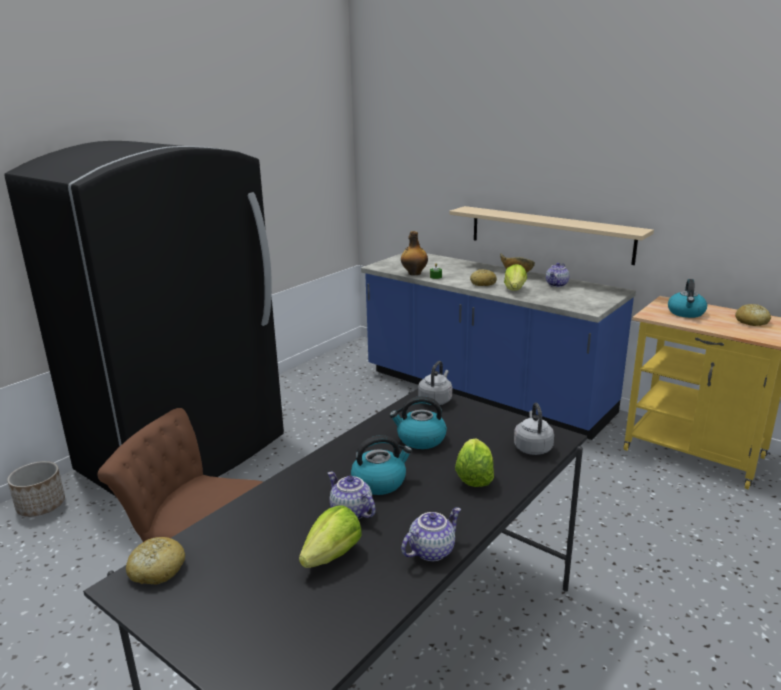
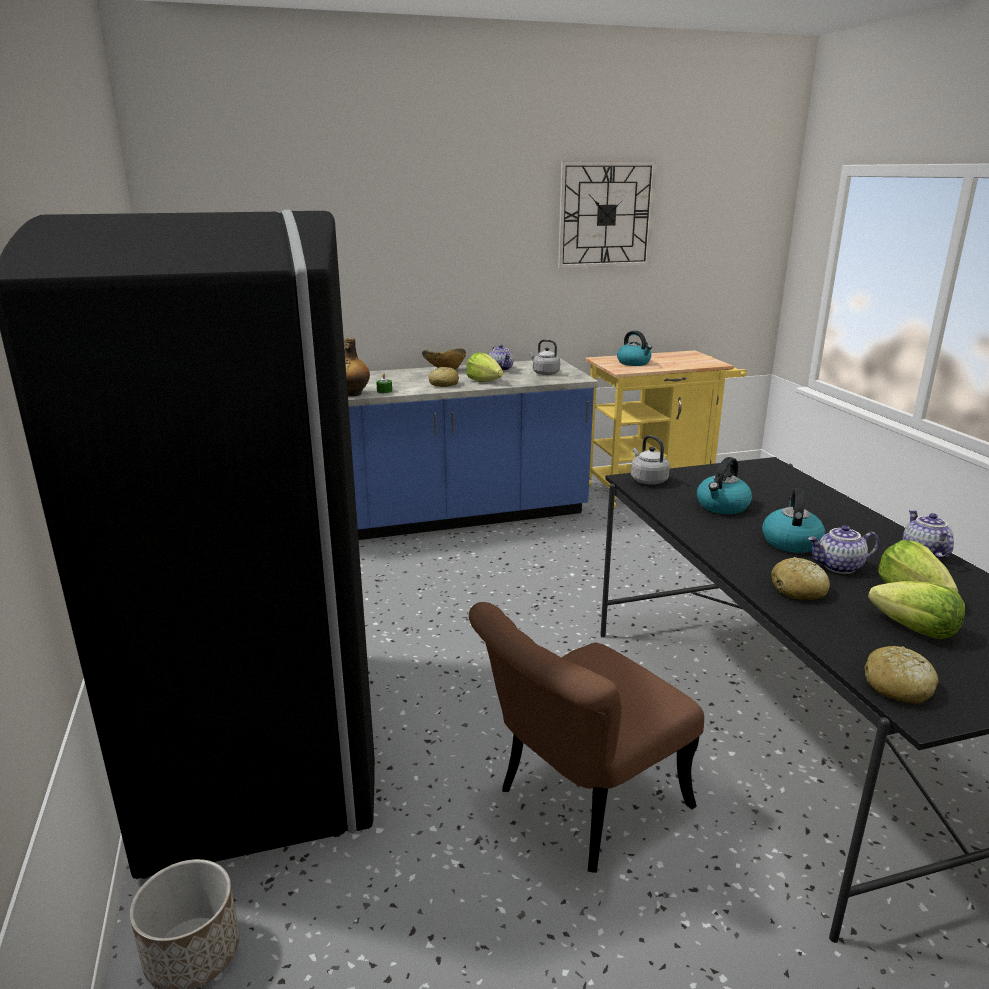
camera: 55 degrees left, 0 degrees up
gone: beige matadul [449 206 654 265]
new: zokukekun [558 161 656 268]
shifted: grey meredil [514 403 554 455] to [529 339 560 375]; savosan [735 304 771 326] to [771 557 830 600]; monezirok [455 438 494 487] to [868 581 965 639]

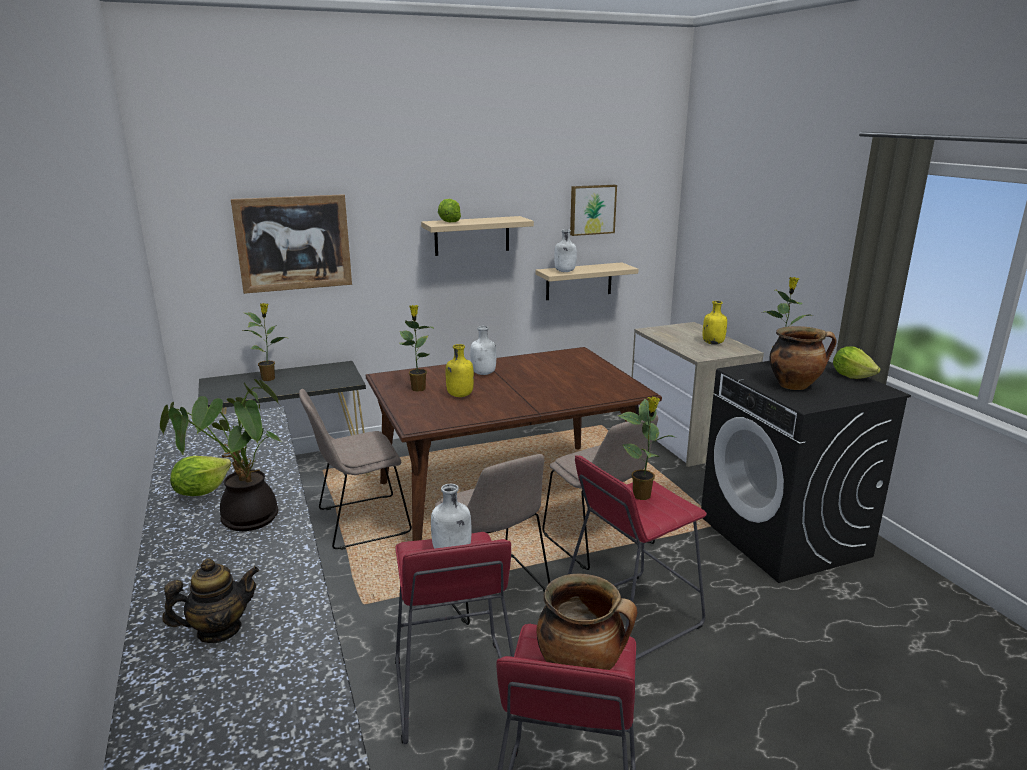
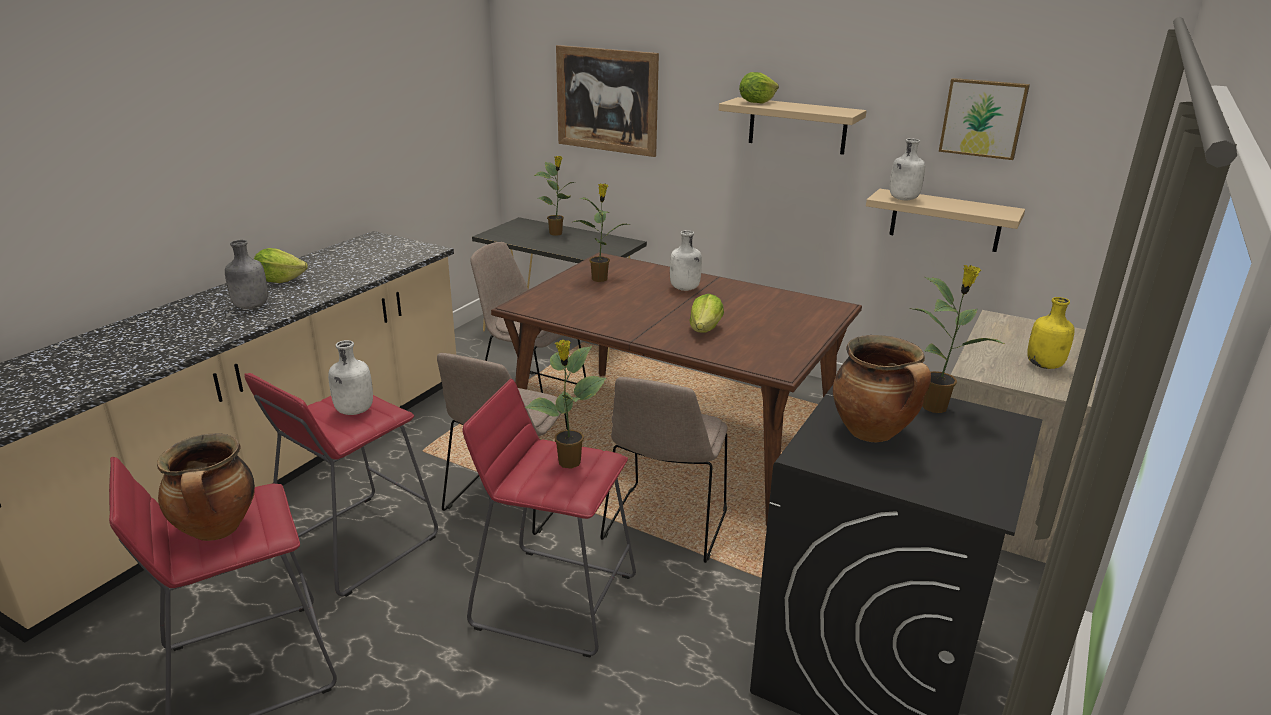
camera: 50 degrees right, 5 degrees up
gone: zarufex [162 558 259 643]; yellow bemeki [446 344 474 397]
shifted: monezirok [833 346 881 379] to [689 294 724 333]
swapped: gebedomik [160 379 281 531] to grey bemeki [225 240 268 309]

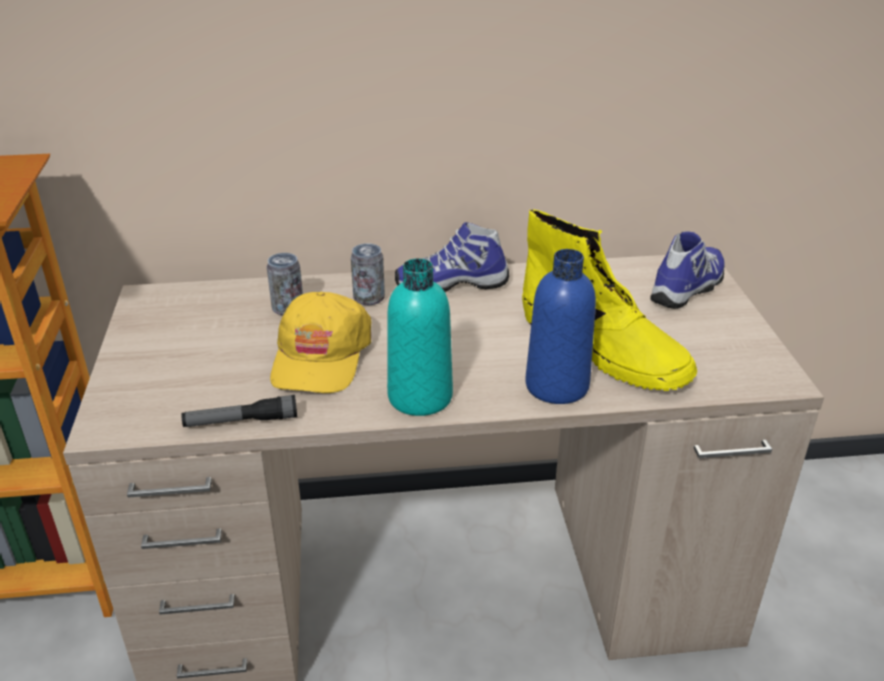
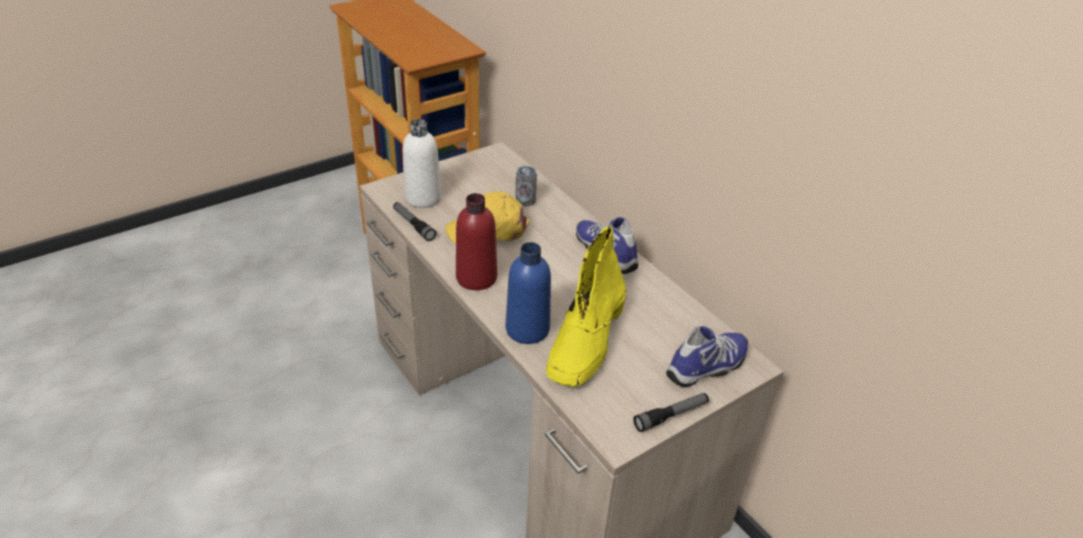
camera: 60 degrees right, 5 degrees up
gone: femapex [351 243 385 305]
new: white bemeki [403 119 441 208]; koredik [633 393 709 432]
repainted: turquoise bemeki [387 258 453 416] to red bemeki [456 193 497 290]
rotated: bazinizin [650 231 725 309] = [666 326 748 387] 45 degrees counterclockwise

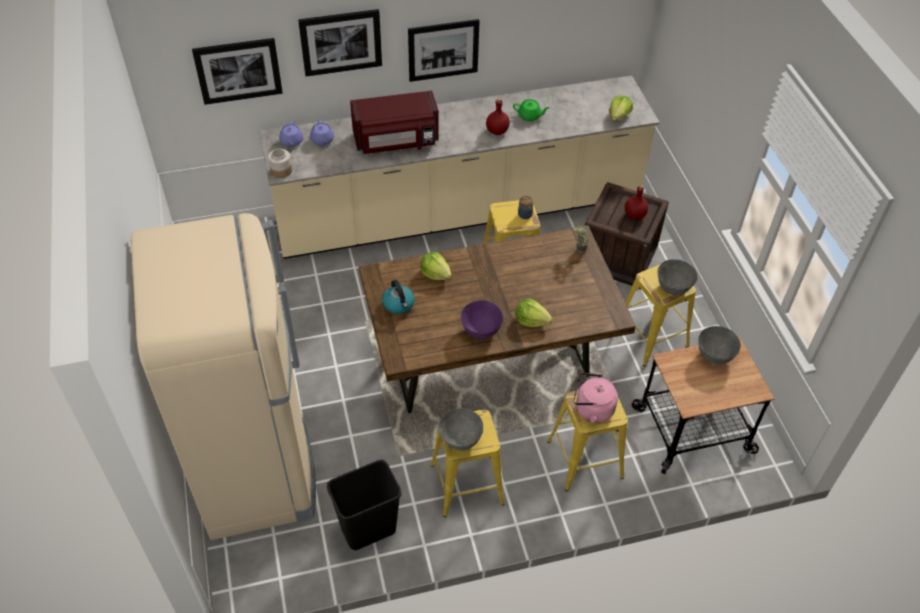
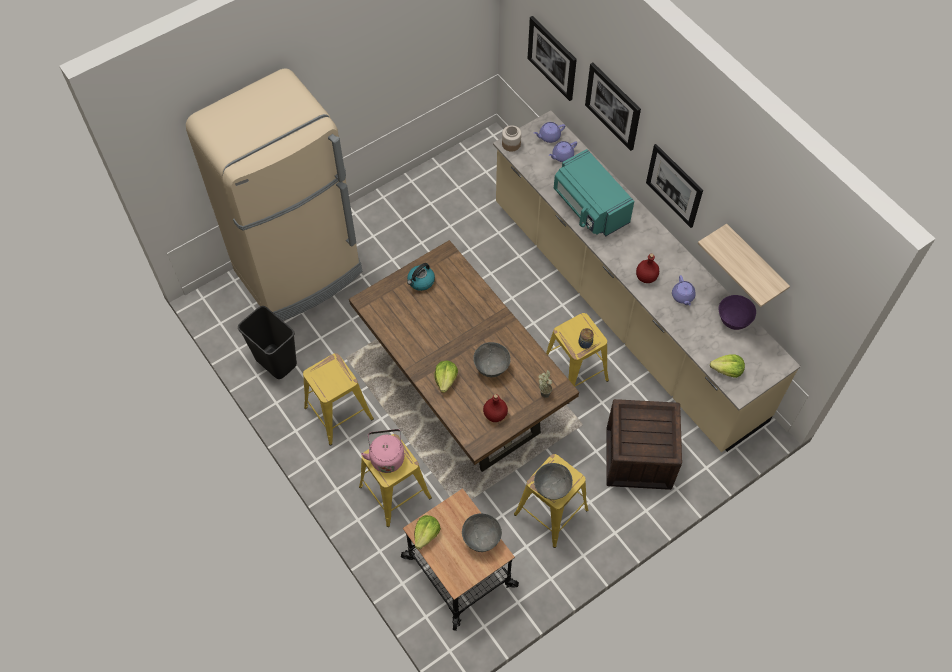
camera: 70 degrees right, 10 degrees up
new: matadul [698 224 790 307]
shifted: monezirok [420 252 452 280] to [414 515 441 550]; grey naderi [438 408 483 451] to [473 342 511 377]; red bemeki [625 185 648 220] to [483 394 508 422]; purple naderi [461 300 503 339] to [719 295 756 330]
repainted: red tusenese [350 90 439 154] to turquoise tusenese [554 149 634 236]; green zarufex [513 99 550 121] to purple zarufex [672 275 696 305]

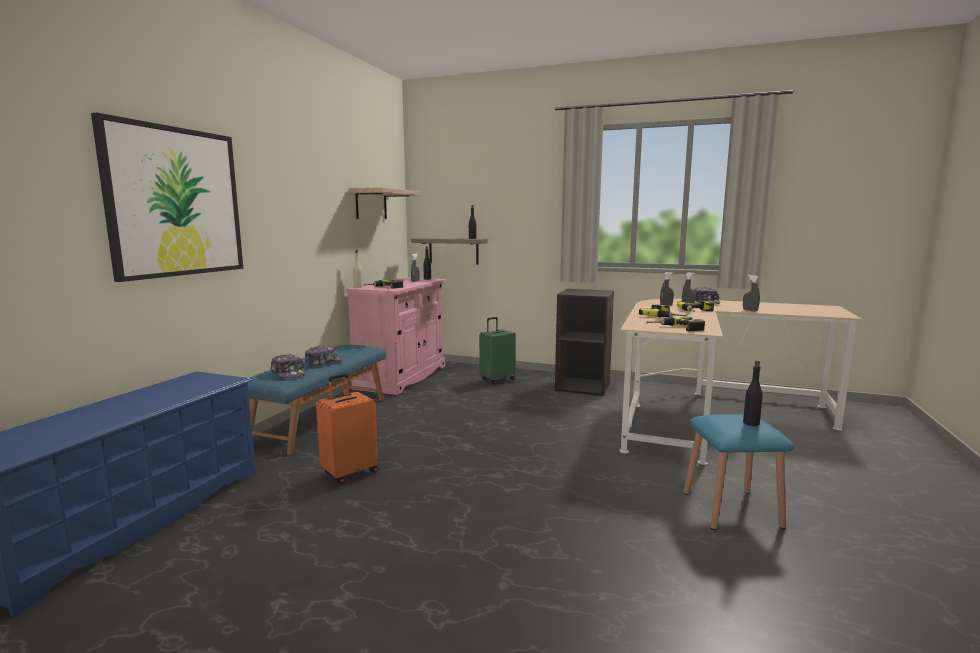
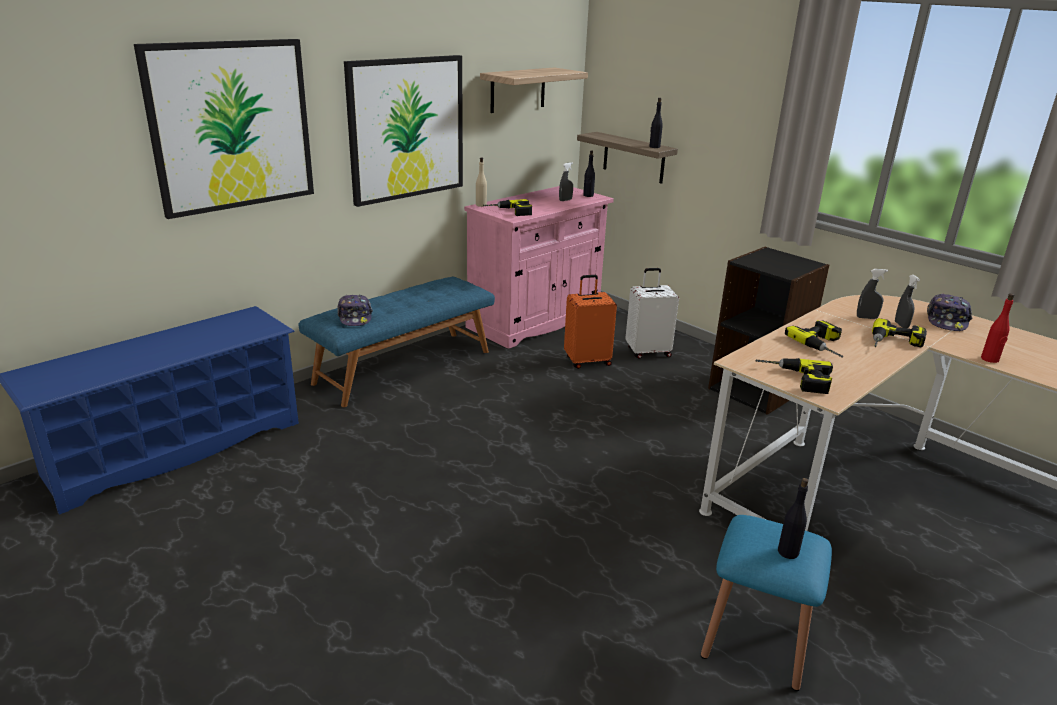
camera: 25 degrees right, 15 degrees up
gone: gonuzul [305 345 343 367]
new: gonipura [344 55 463 207]
shifted: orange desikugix [316 374 378 484] to [564 275 617 369]
swapped: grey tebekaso [743 275 760 312] to red bemeki [981 293 1014 363]
repainted: green desikugix [479 317 516 384] to white desikugix [625 268 679 359]

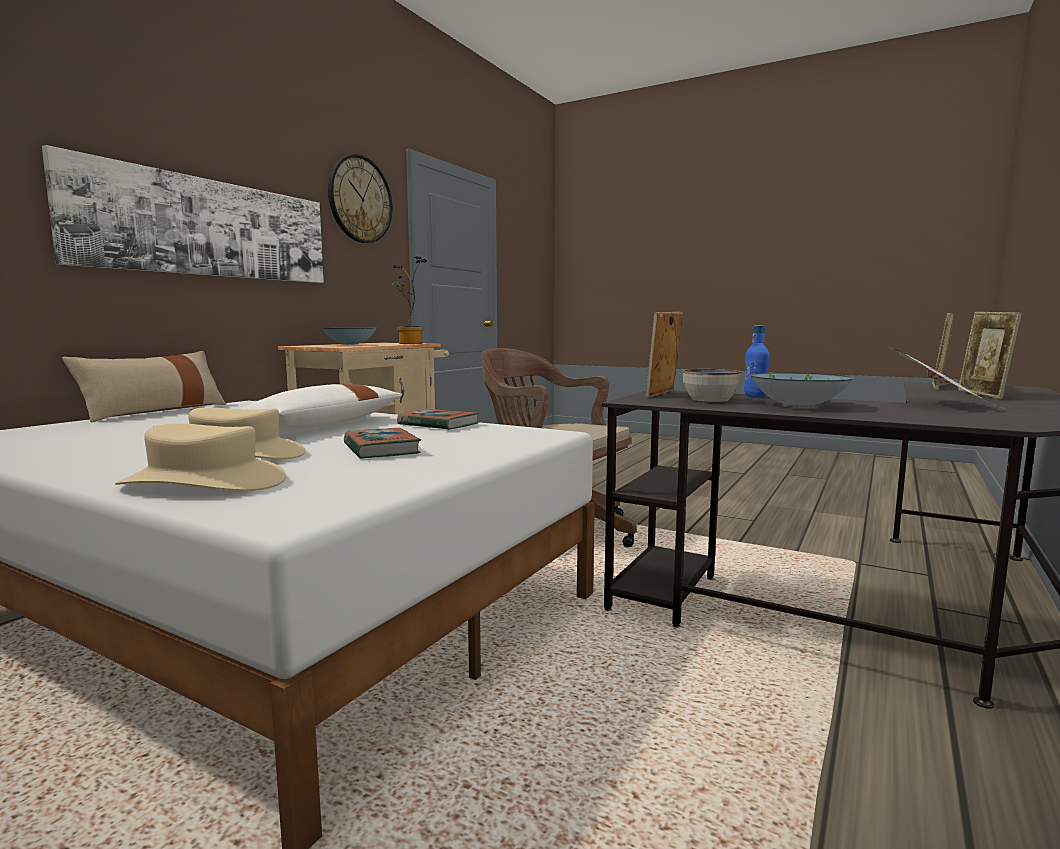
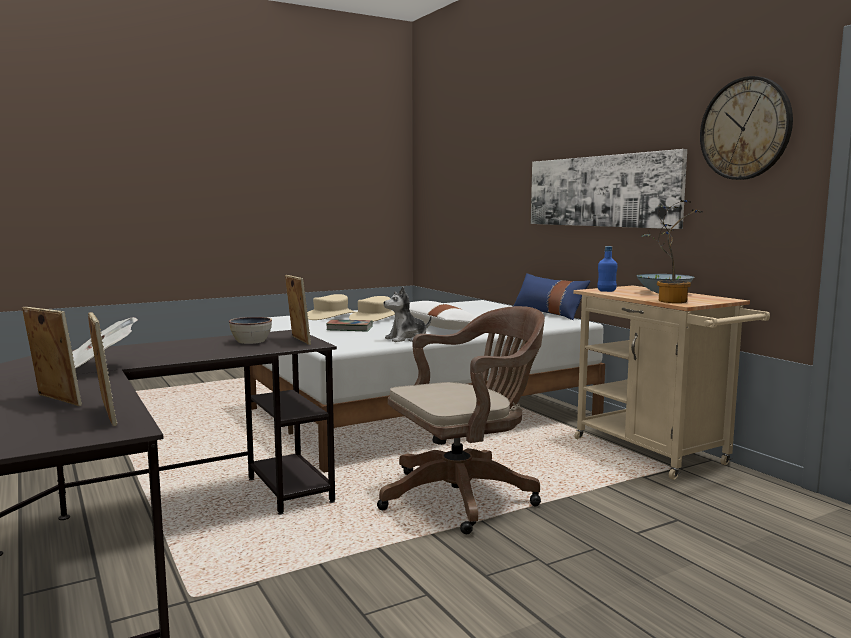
camera: 120 degrees right, 0 degrees up
gone: naderi [750 372 853 407]
shifted: blue bemeki [744 325 770 398] to [597 246 617 292]
swapped: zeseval [397 409 479 430] to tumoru [384 287 432 342]
repainted: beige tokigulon [62 351 226 422] to blue tokigulon [513 273 590 320]

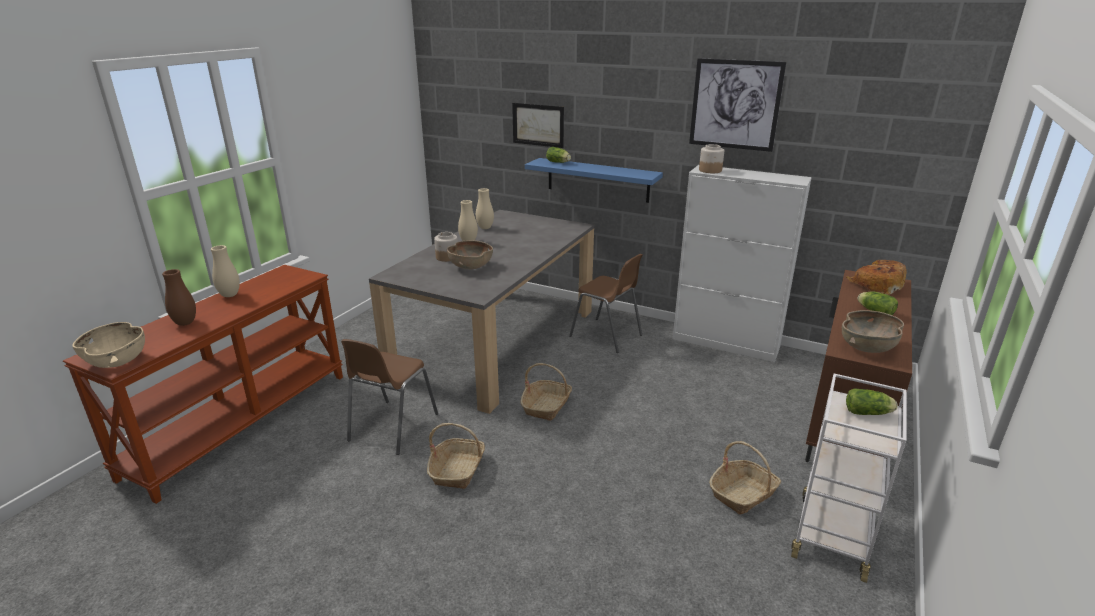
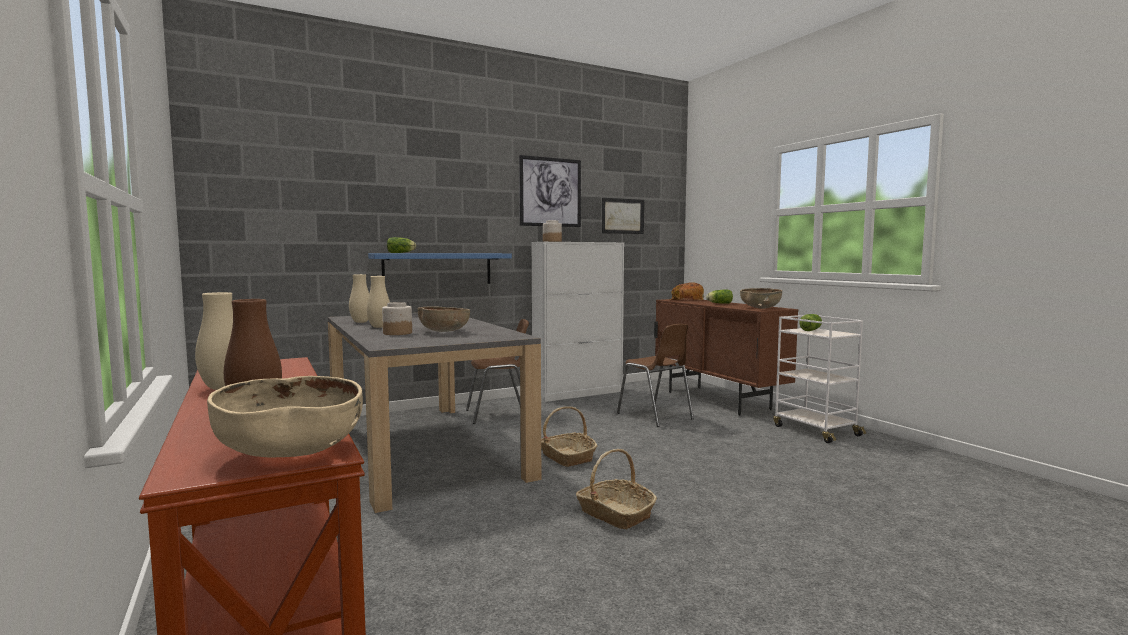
camera: 55 degrees left, 20 degrees down
gone: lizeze [709 441 781 515]
shifted: gonipura [512 103 564 148] to [602 198 644 234]; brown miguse [341 339 438 455] to [617 324 694 427]

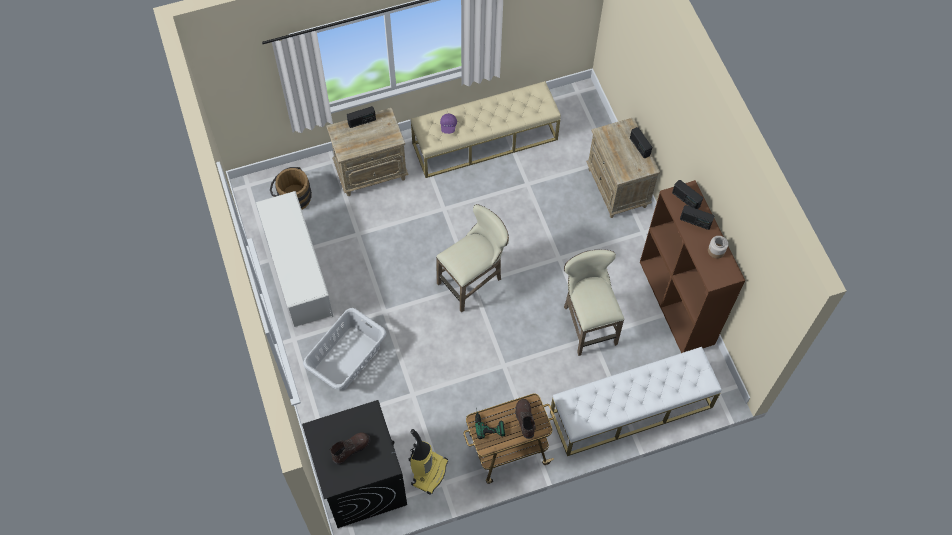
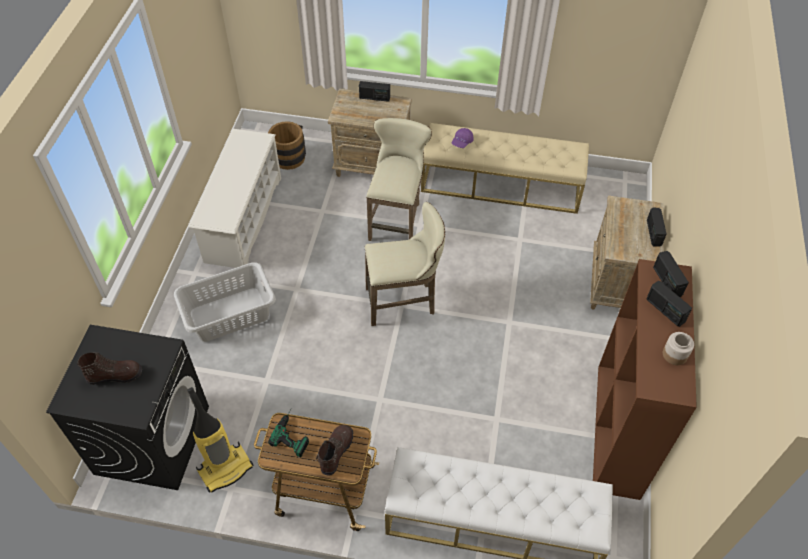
camera: 30 degrees right, 10 degrees down
shifted: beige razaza [564 250 625 356] to [366 118 432 241]

